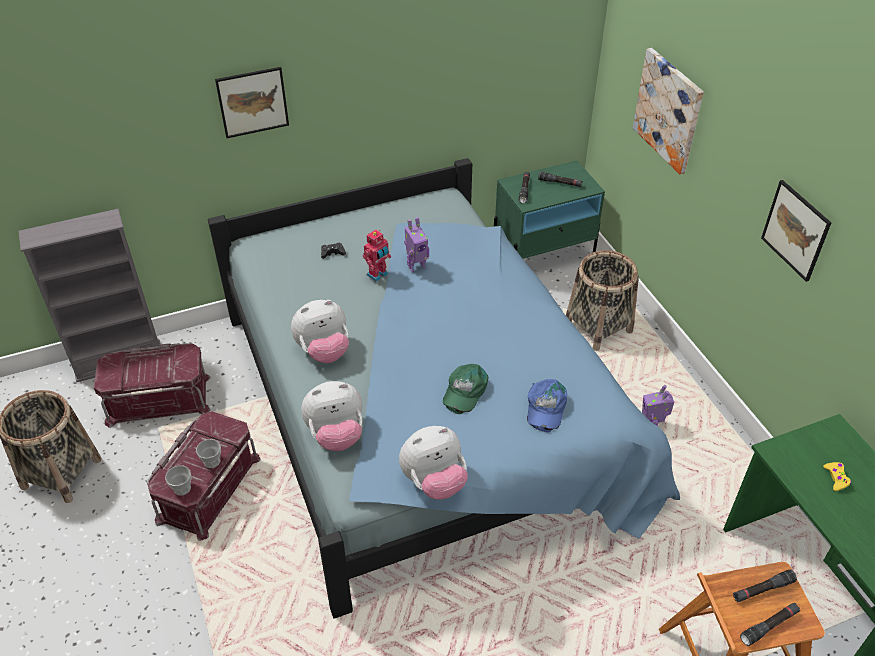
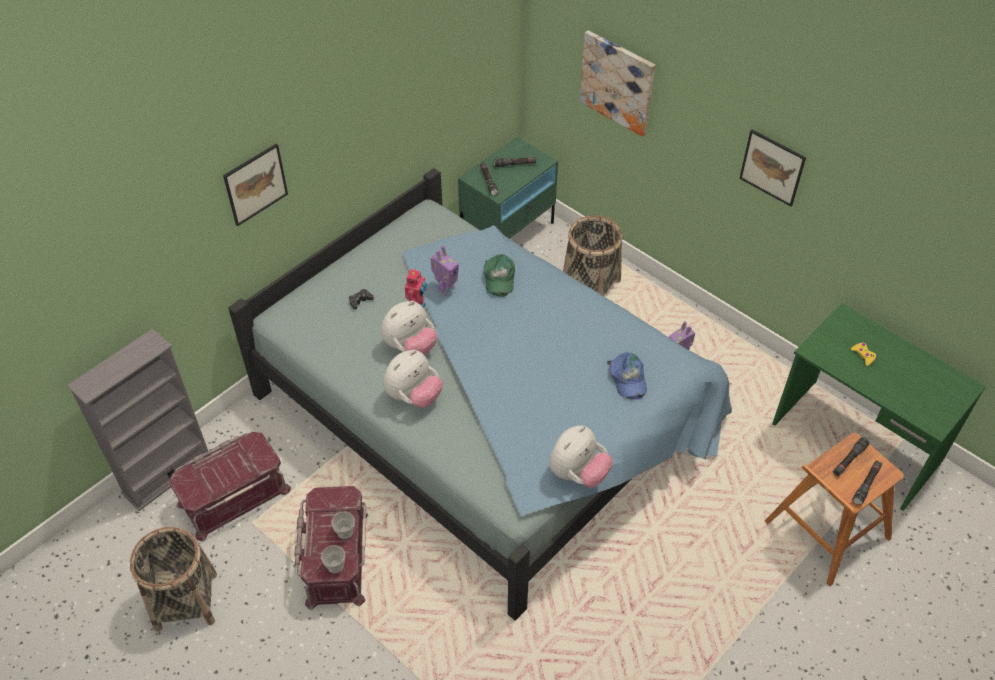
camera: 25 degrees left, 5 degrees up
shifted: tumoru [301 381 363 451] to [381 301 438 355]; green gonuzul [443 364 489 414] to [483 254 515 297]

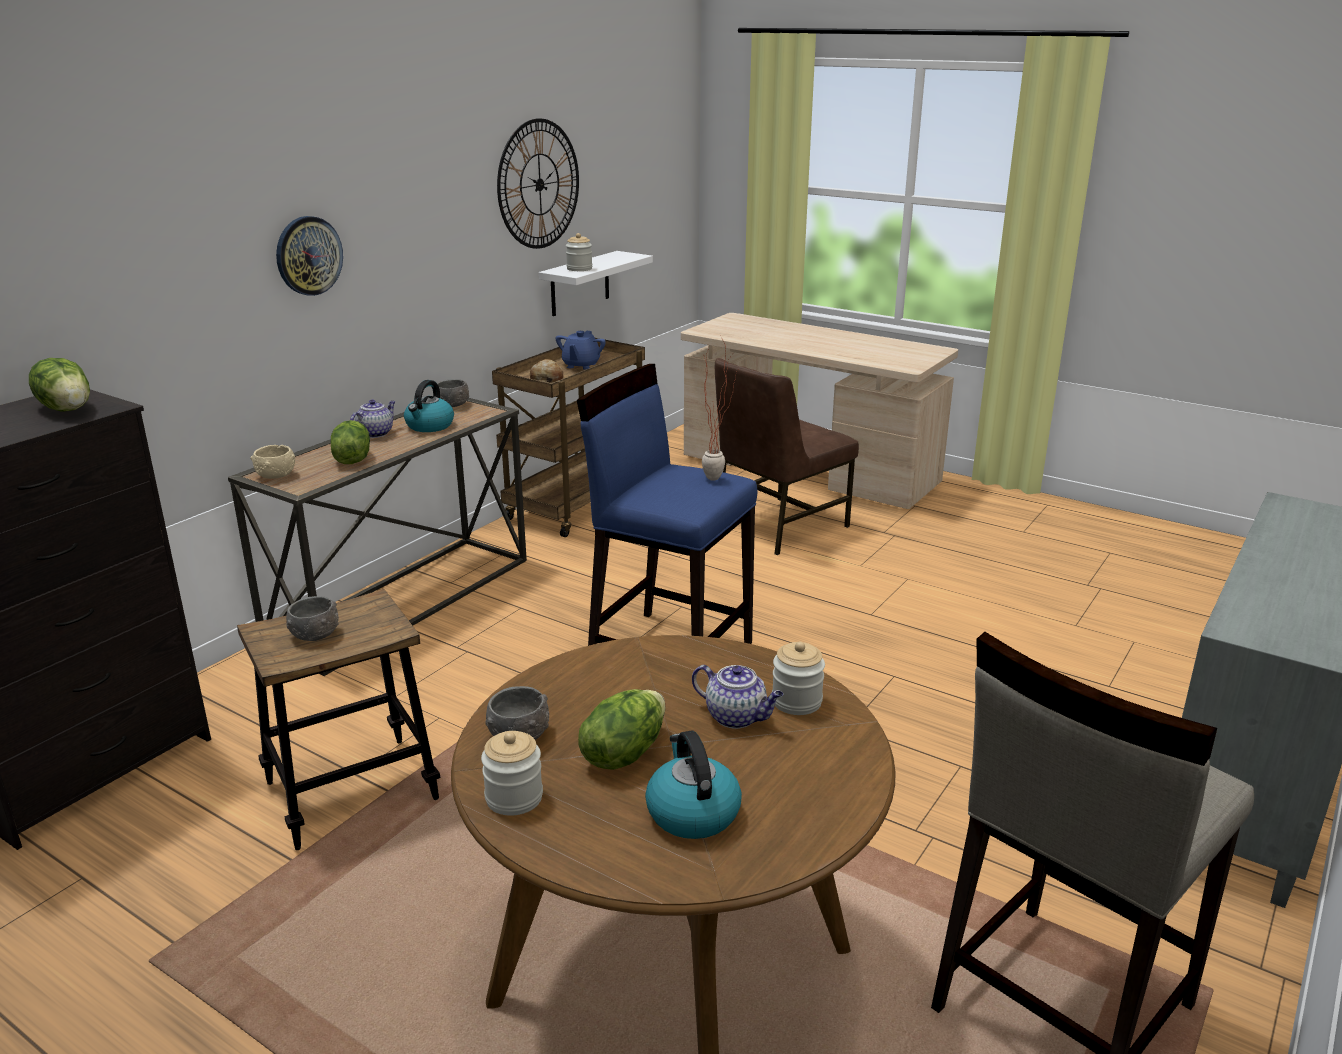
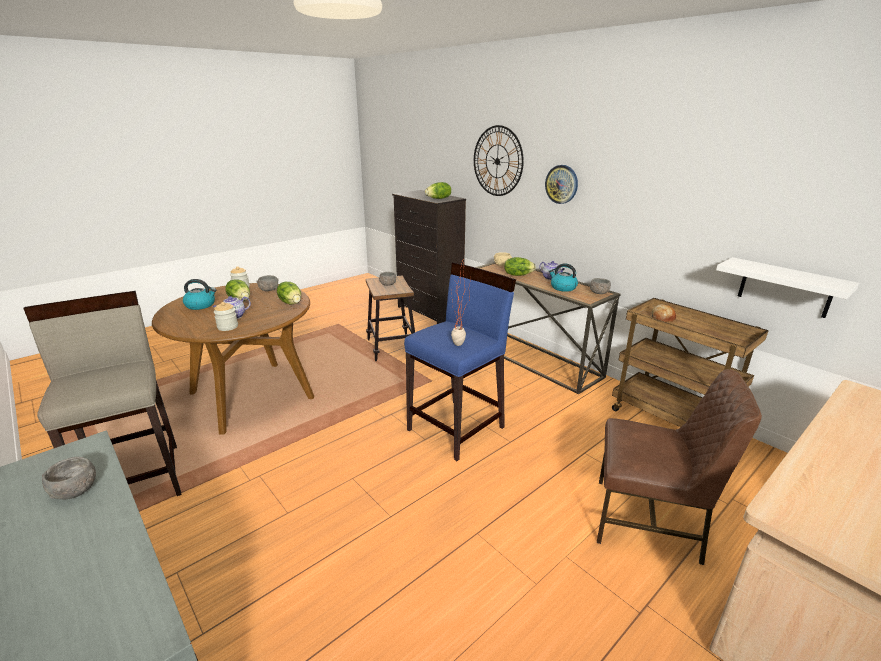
camera: 105 degrees right, 0 degrees up
gone: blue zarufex [555 331 606 370]; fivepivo [566 233 592 271]
new: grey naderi [42 457 96 499]; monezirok [277 282 301 304]
shifted: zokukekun [497 118 579 249] to [474 125 524 196]
rotated: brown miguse [715 358 859 555] = [597 369 762 565] 135 degrees clockwise

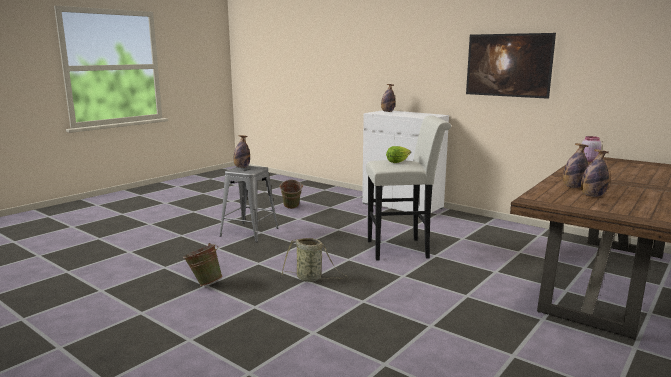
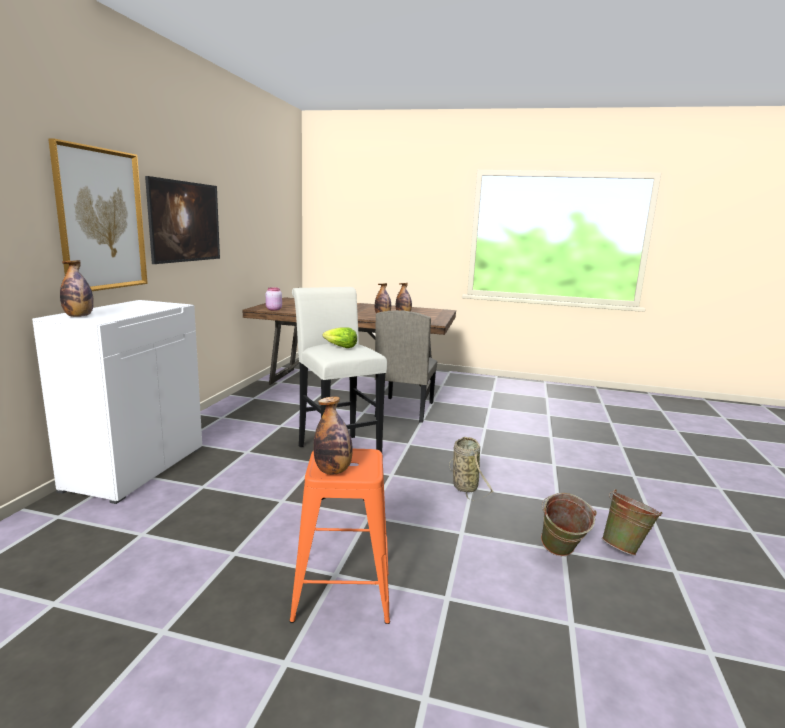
camera: 115 degrees left, 0 degrees up
new: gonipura [48 138 148 291]; beige miguse [375 310 437 423]
shifted: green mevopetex [279 180 303 209] to [602 489 662 555]
repainted: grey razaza [220 166 279 242] to orange razaza [290 449 390 624]

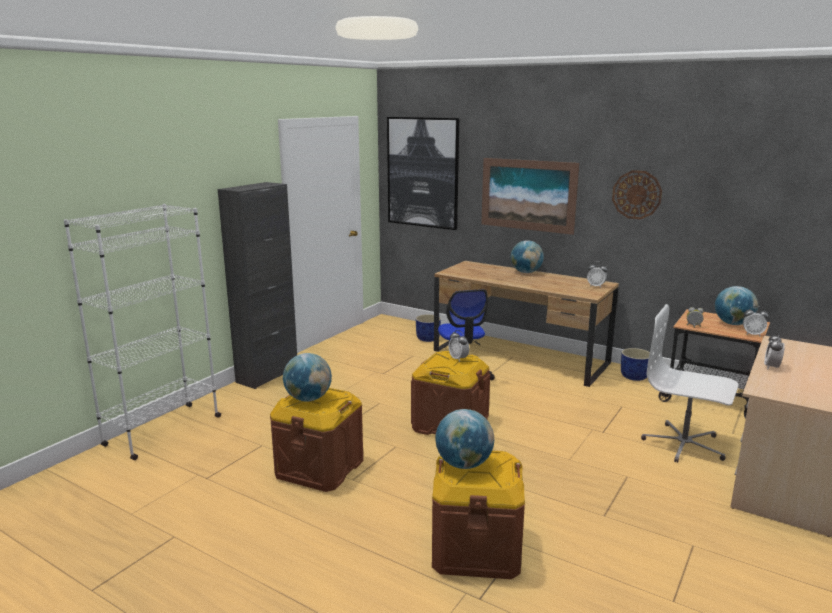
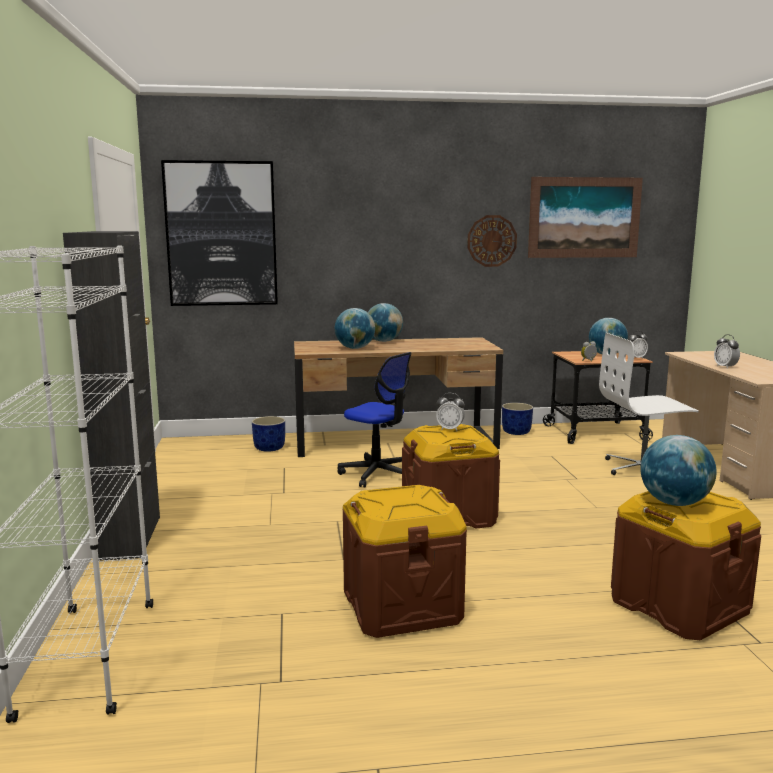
camera: 40 degrees left, 5 degrees down
gone: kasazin [587 262 608 288]
shifted: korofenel [283 353 332 401] to [335 308 375 349]; gonipura [481 158 579 235] to [528 177 643 258]

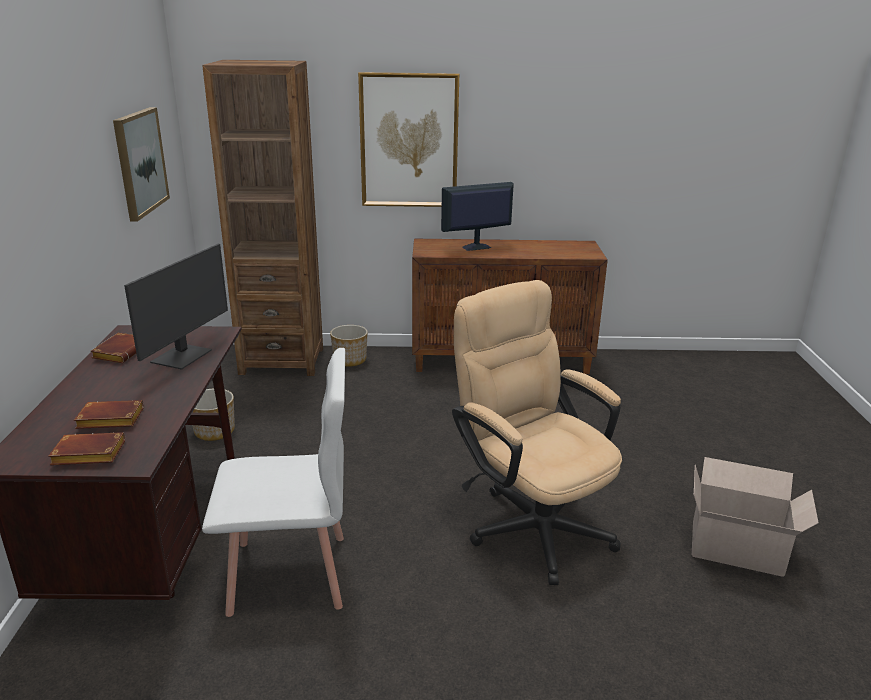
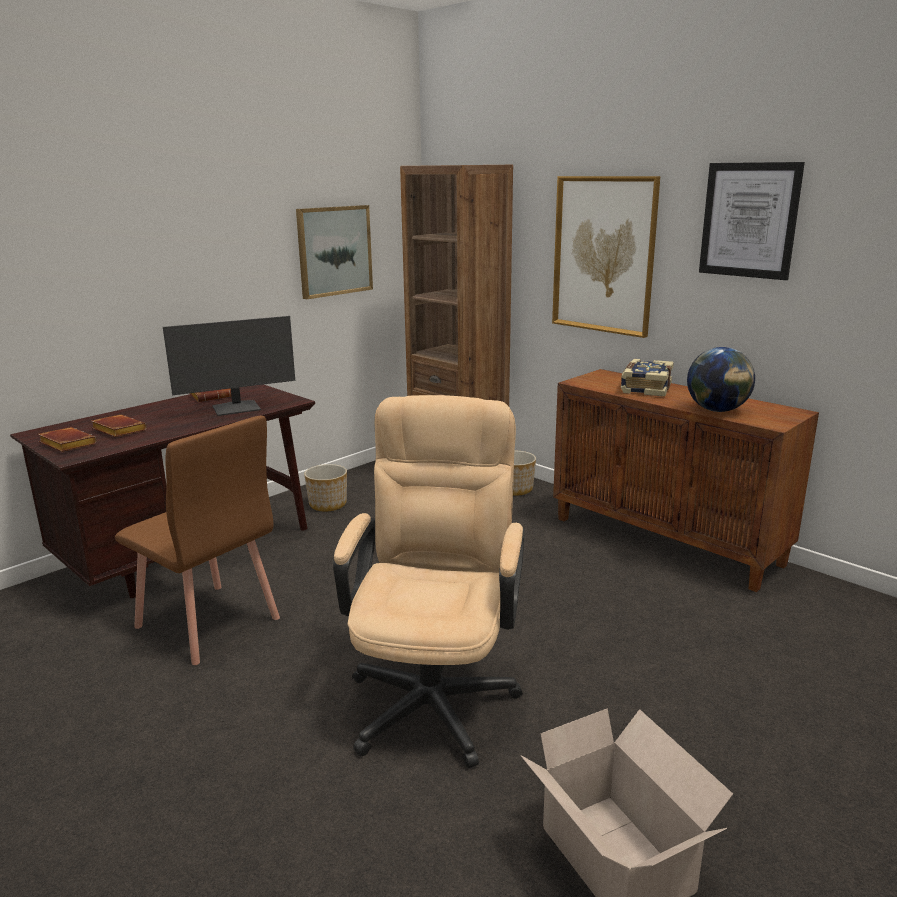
camera: 45 degrees right, 5 degrees down
new: korofenel [687 347 755 412]; gonipura [699 162 805 280]
swapped: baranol [441 182 514 251] to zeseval [621 359 674 397]
repainted: white miguse [202 348 345 617] to brown miguse [115 415 280 665]

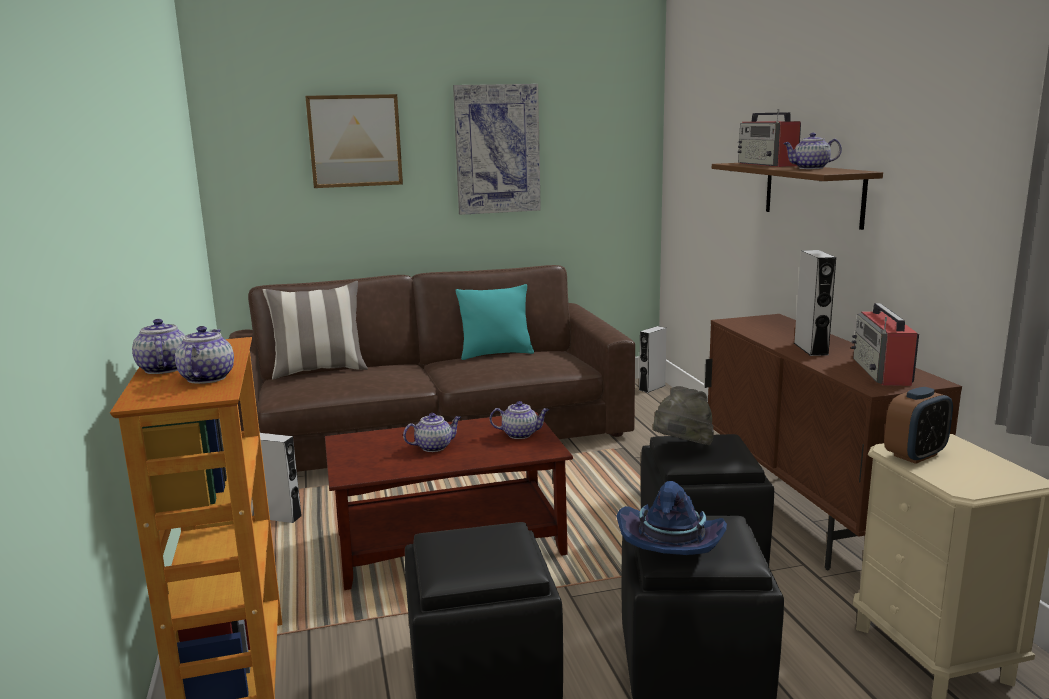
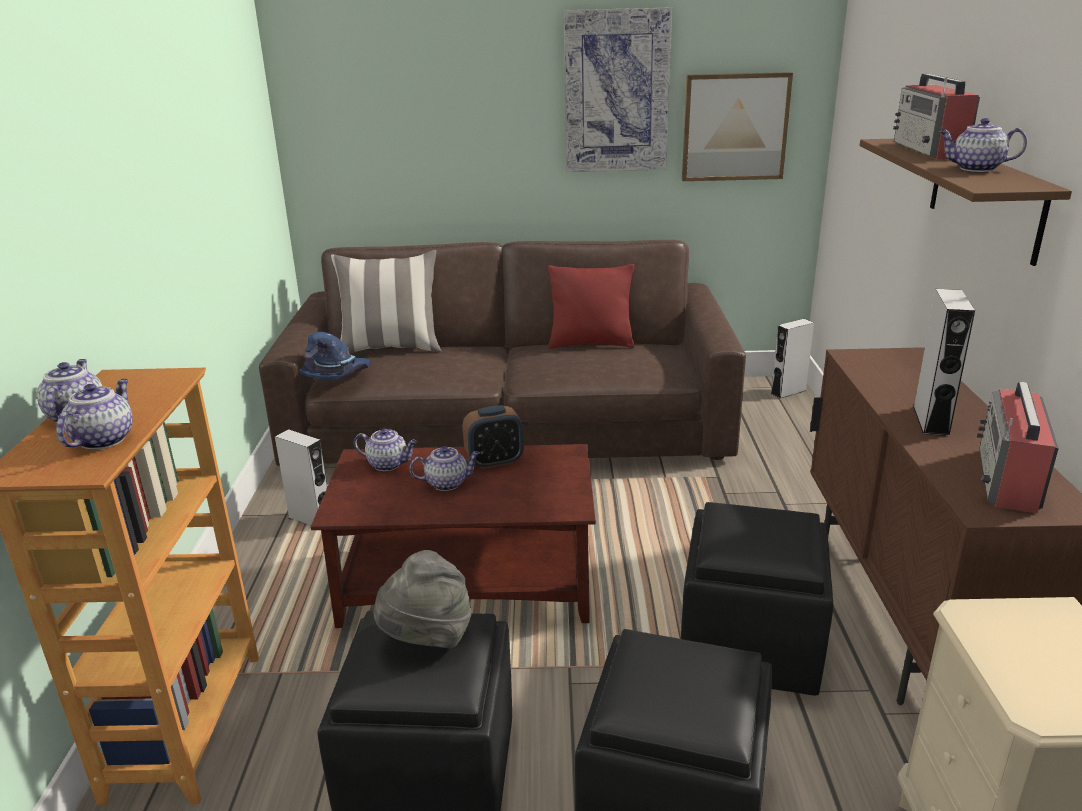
camera: 15 degrees right, 10 degrees up
shifted: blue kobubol [617 481 727 555] to [300 332 371 380]; zarufex [490 401 549 439] to [354 428 417 471]; grey kobubol [653 386 714 445] to [374 550 472 648]; kasazin [884 387 953 464] to [463 405 524 469]; gonipura [305 94 403 188] to [682 72 793 181]
repainted: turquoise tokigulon [456 284 534 360] to red tokigulon [548 264 635 349]

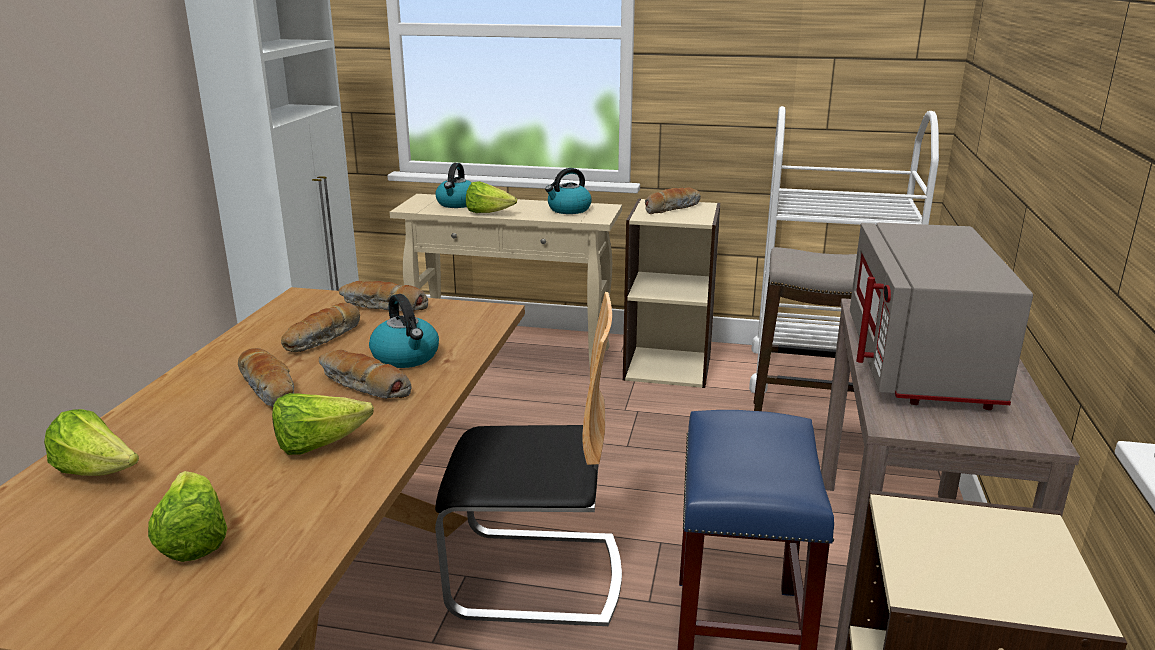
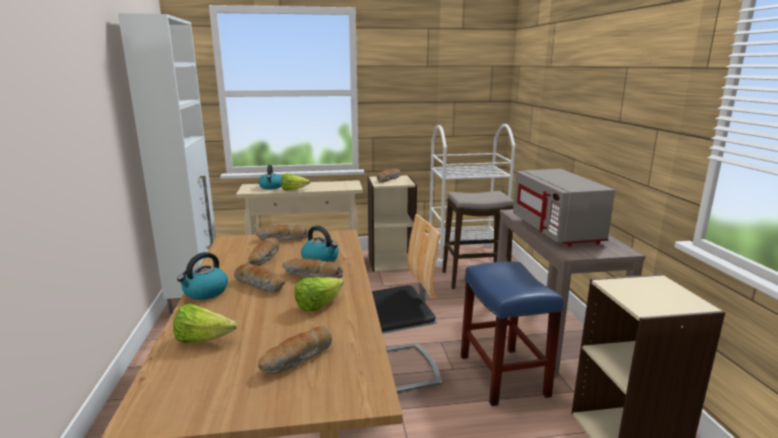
camera: 20 degrees left, 5 degrees down
shifted: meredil [545 168 592 214] to [177 252 228 300]
swapped: monezirok [148 471 227 562] to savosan [258 326 332 374]

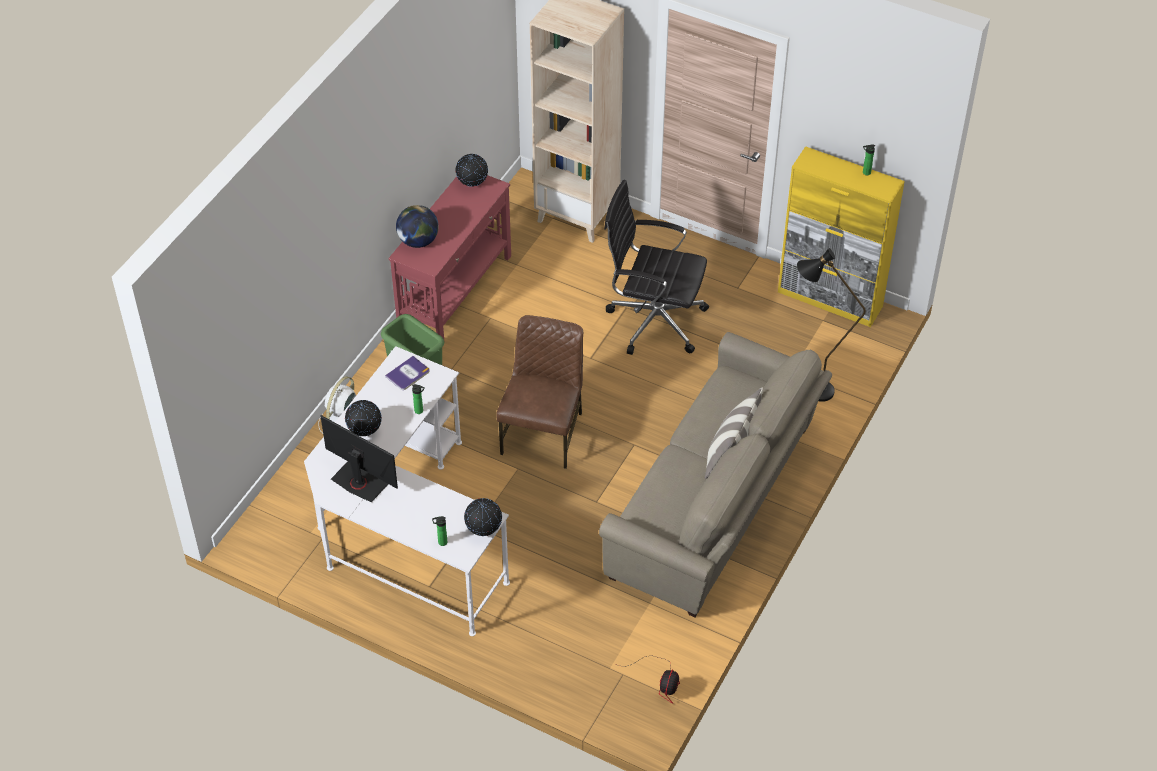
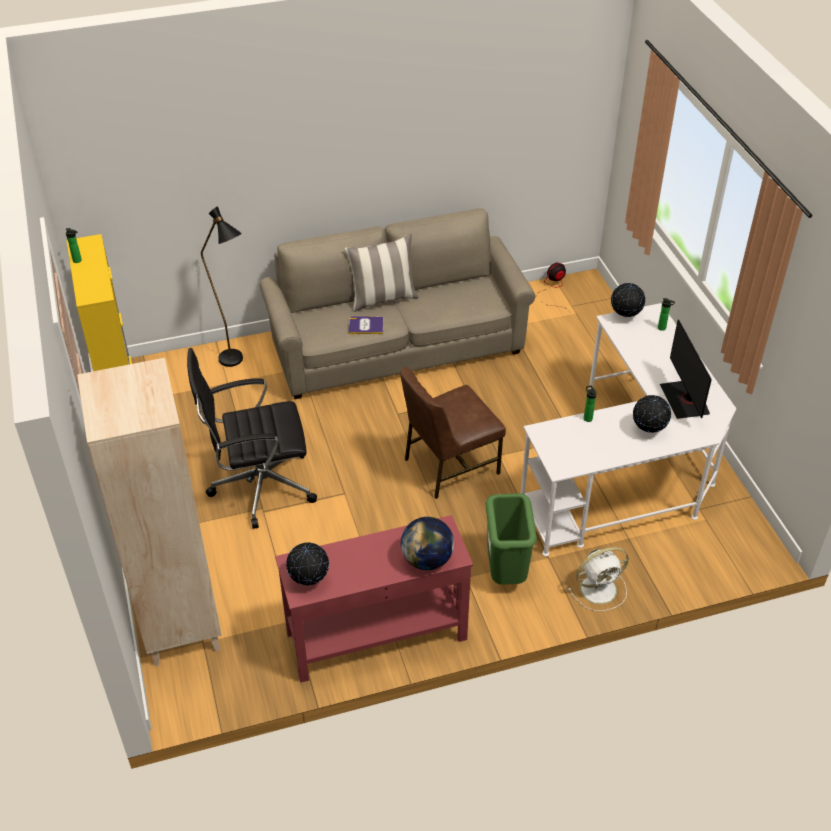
camera: 135 degrees left, 5 degrees down
shifted: zeseval [385 356 430 390] to [349 317 384 334]
rotated: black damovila [604 180 709 355] = [187 348 317 529] 105 degrees clockwise

